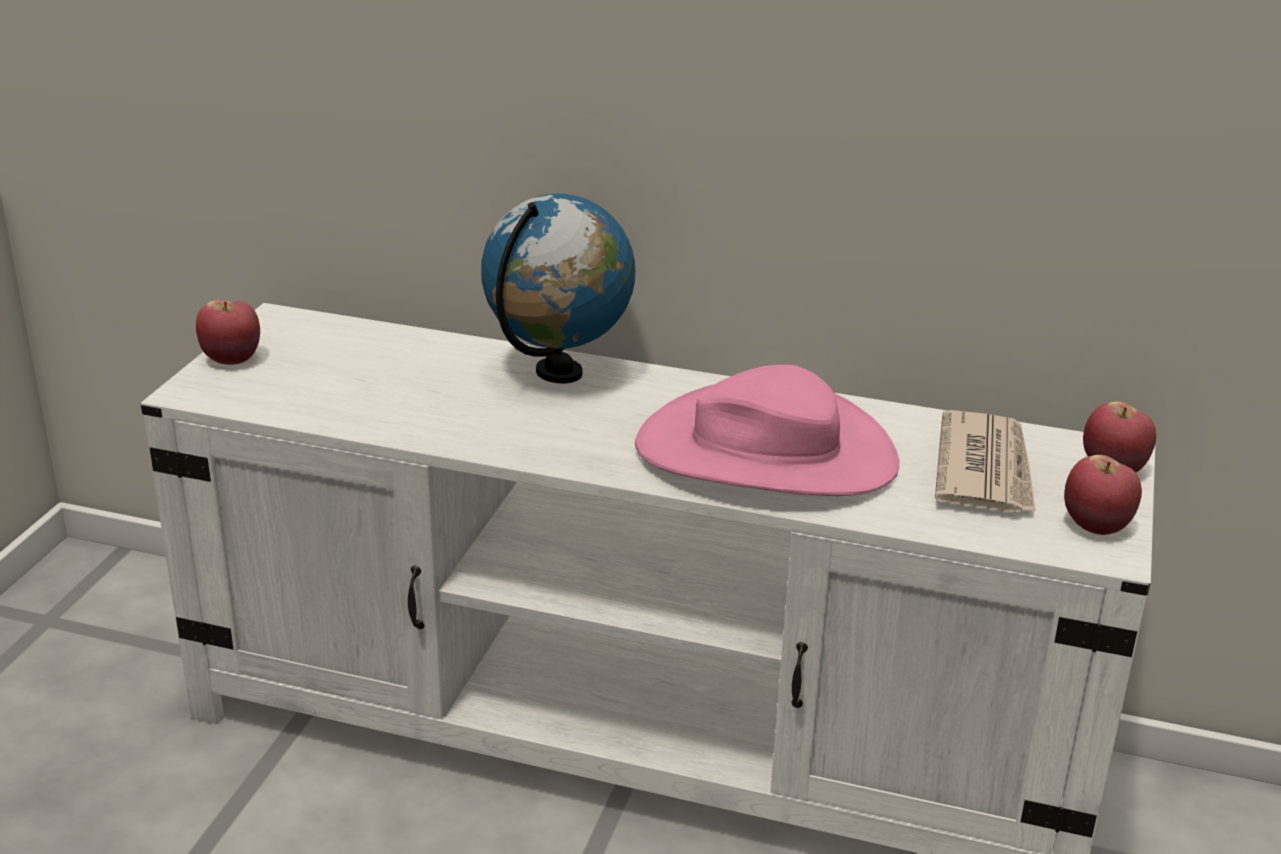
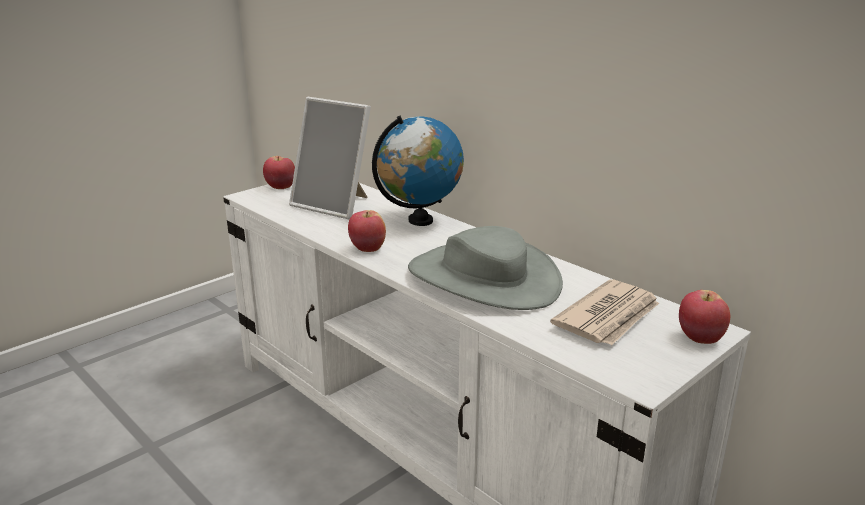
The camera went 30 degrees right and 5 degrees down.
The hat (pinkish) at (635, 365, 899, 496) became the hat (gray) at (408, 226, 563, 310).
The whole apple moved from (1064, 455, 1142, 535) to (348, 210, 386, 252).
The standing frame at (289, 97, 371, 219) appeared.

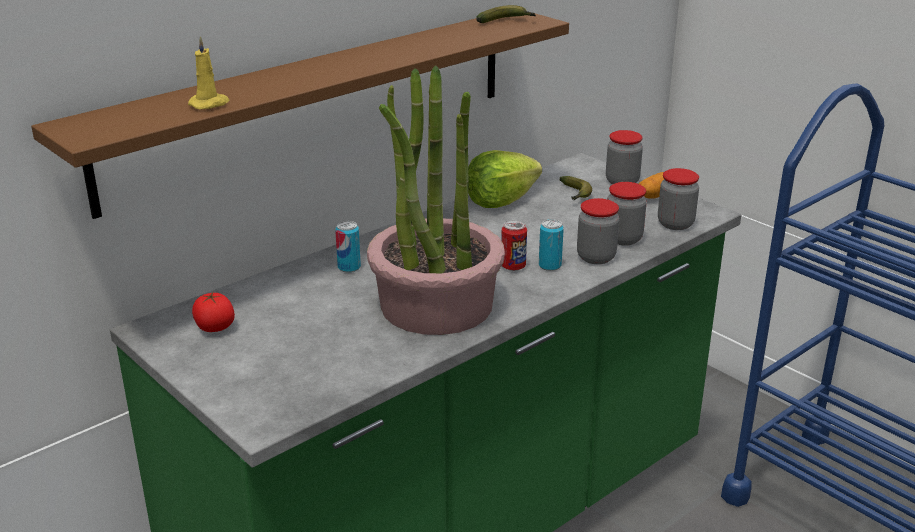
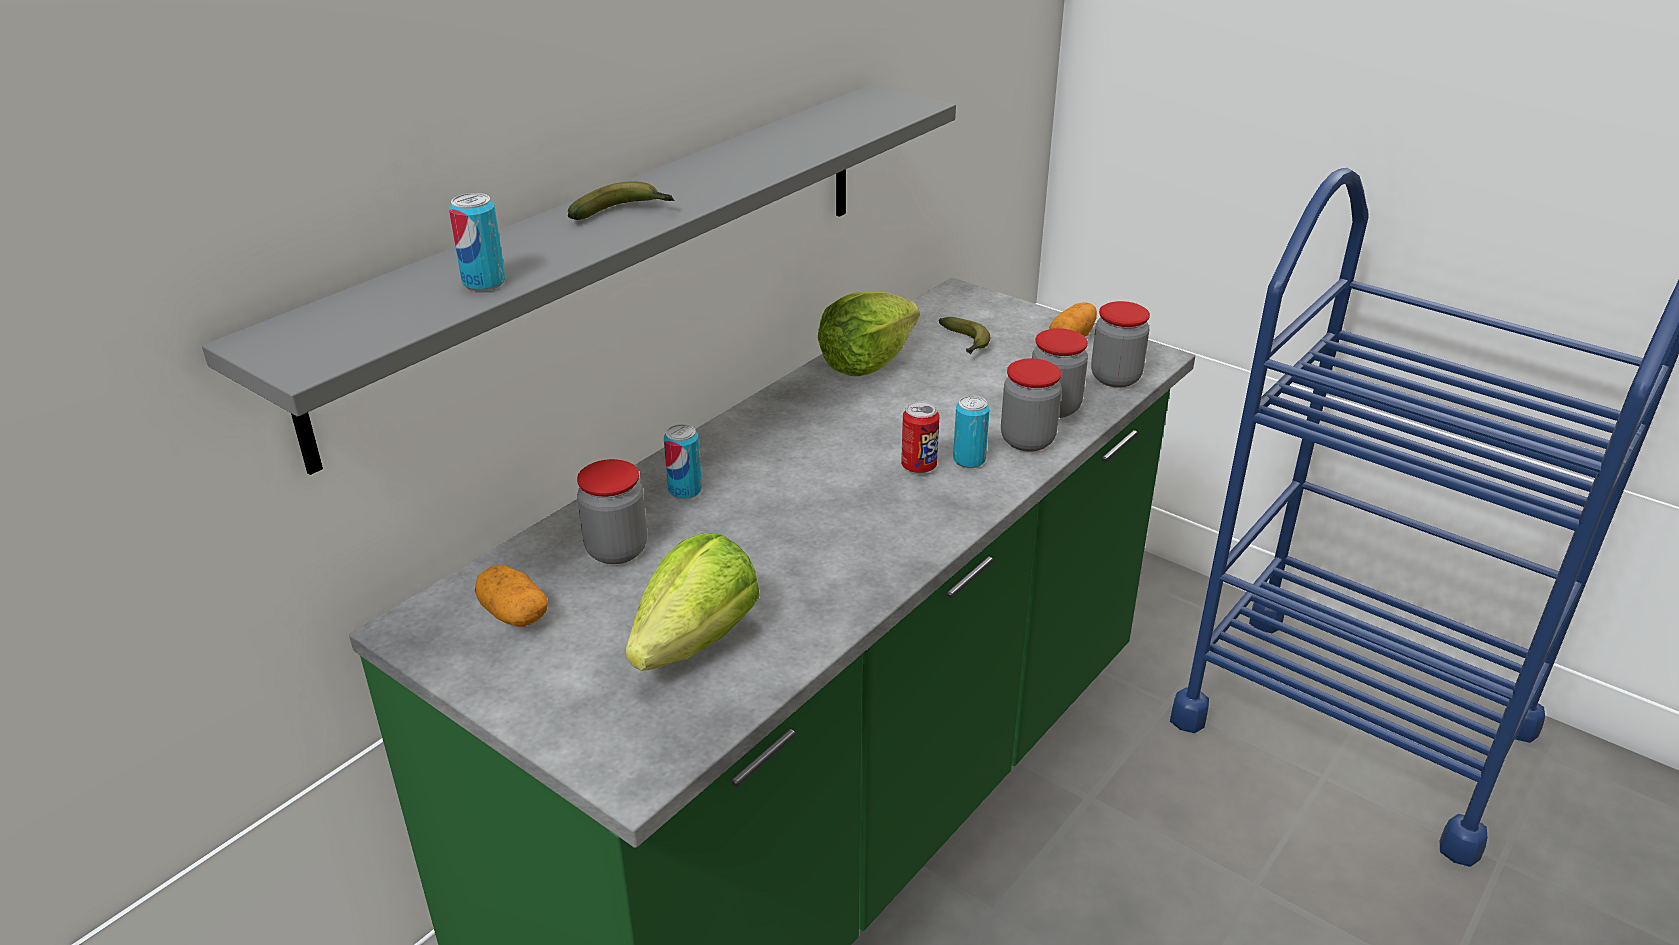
The camera went 10 degrees left and 5 degrees up.
The shelf (brownish) at (31, 14, 569, 219) became the shelf (gray) at (202, 84, 956, 475).
The wax light (yellow-coloured) at (188, 36, 229, 109) was replaced by the metal can at (449, 193, 506, 291).
The tomato at (192, 292, 235, 332) was replaced by the whole potato at (475, 565, 548, 627).
The plant in a pot at (367, 65, 505, 335) disappeared.
The banana moved from (476, 5, 536, 23) to (568, 181, 675, 220).
The jar moved from (606, 130, 643, 184) to (577, 459, 647, 564).
The head of lettuce at (626, 533, 760, 671) appeared.

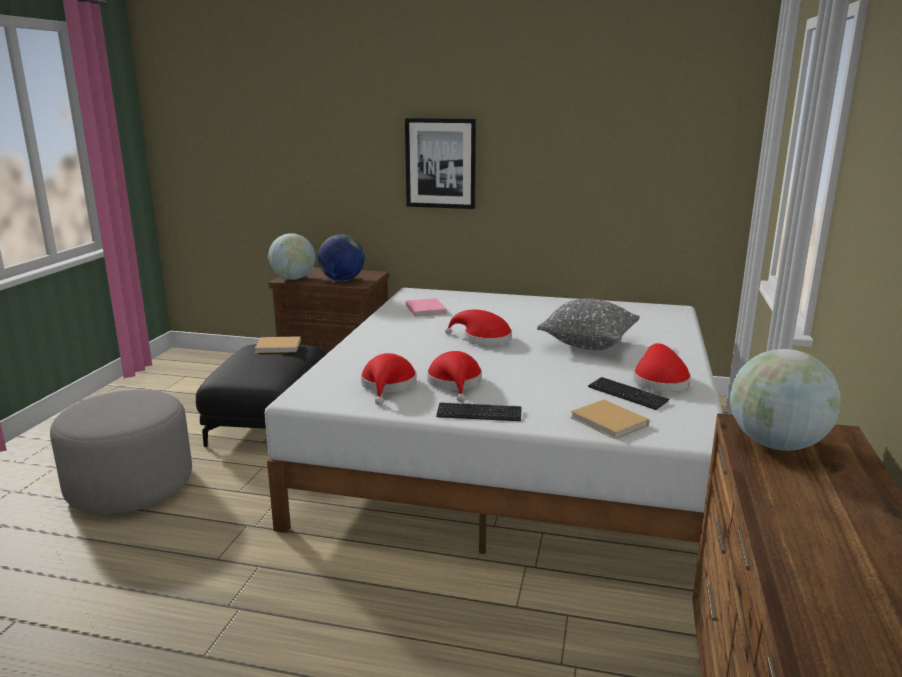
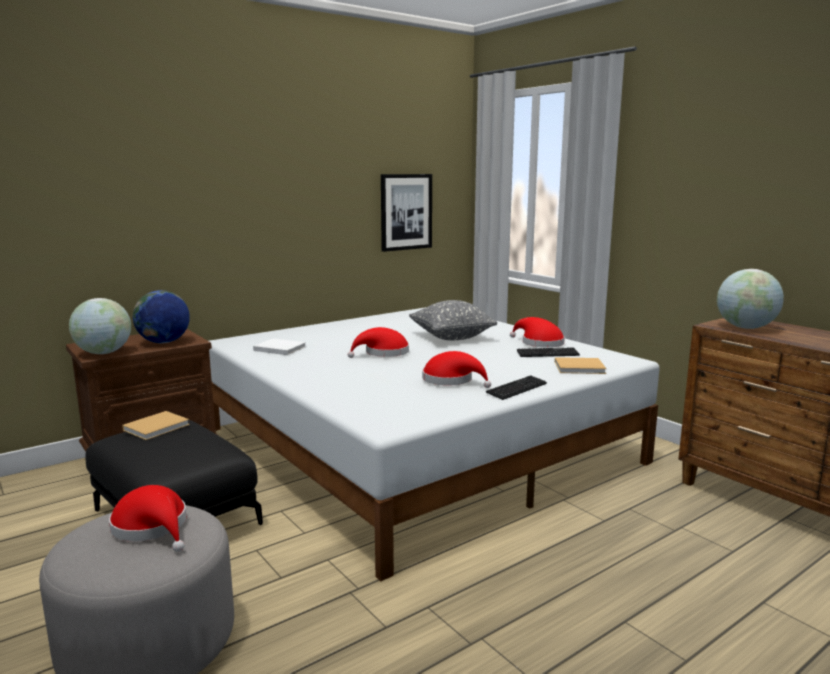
The camera went 50 degrees left and 5 degrees down.
The hat (reddish) moved from (361, 353, 416, 405) to (109, 485, 187, 552).
The picture moved from (405, 118, 476, 209) to (381, 174, 432, 252).
The volume (pinkish) at (406, 298, 447, 317) became the volume (white) at (253, 338, 306, 355).

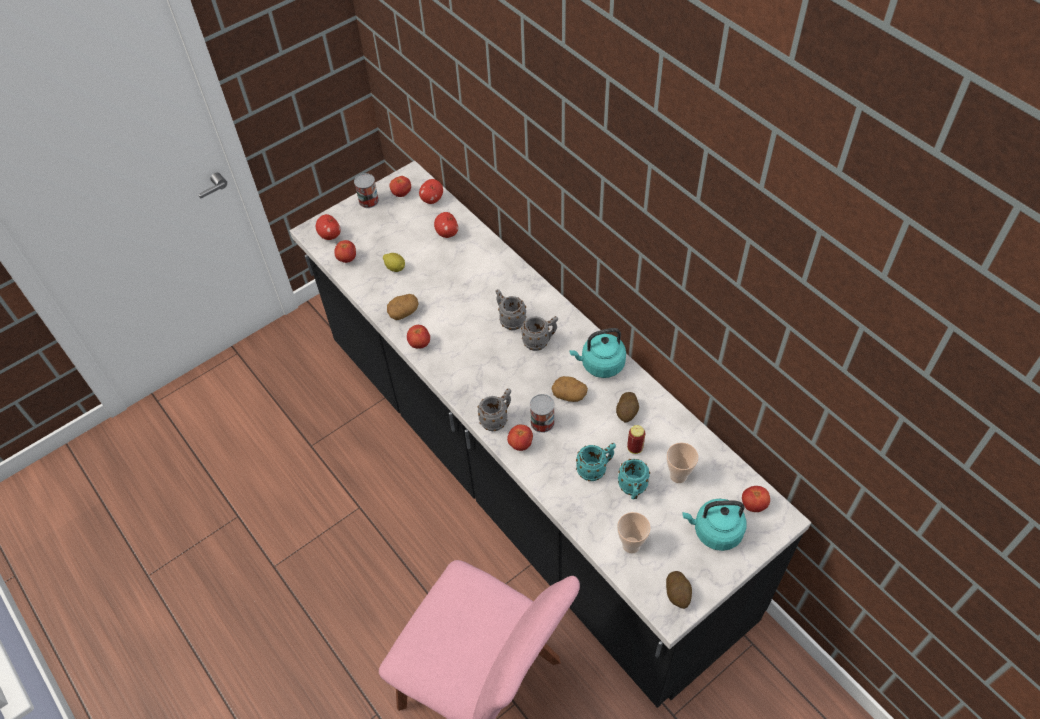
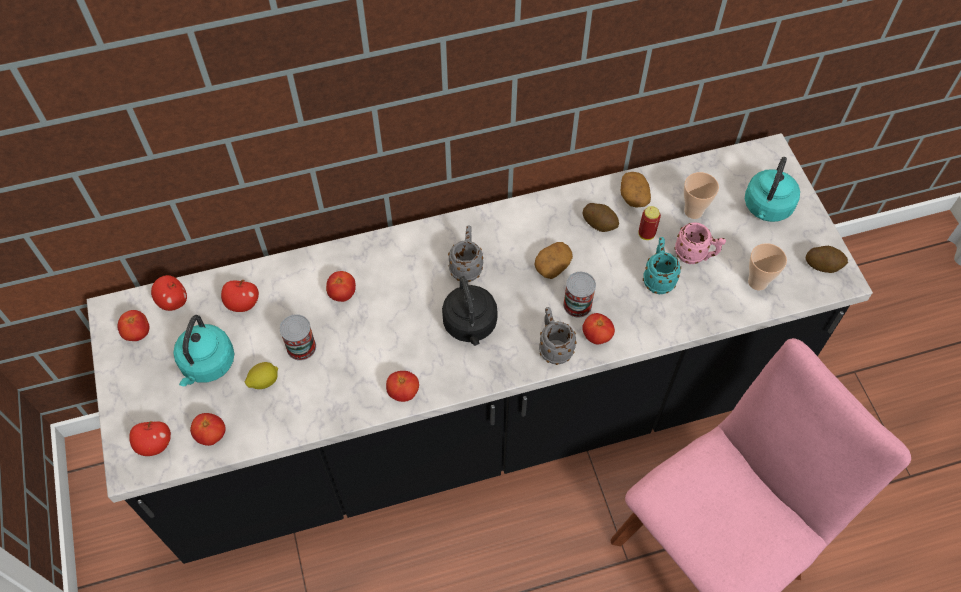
The camera went 70 degrees left and 5 degrees up.
The metal can moved from (354, 173, 379, 208) to (280, 314, 316, 361).
The whole potato moved from (387, 294, 419, 320) to (620, 172, 651, 208).
The mug (gray) at (495, 289, 526, 330) disappeared.
The water kettle (turquoise-coloured) moved from (569, 328, 626, 378) to (174, 315, 234, 386).
The mug (turquoise-coloured) at (618, 459, 650, 499) became the mug (pinkish) at (675, 222, 726, 264).
The tomato moved from (742, 486, 770, 512) to (326, 271, 356, 302).
The water kettle (black-coloured) at (442, 276, 498, 346) appeared.

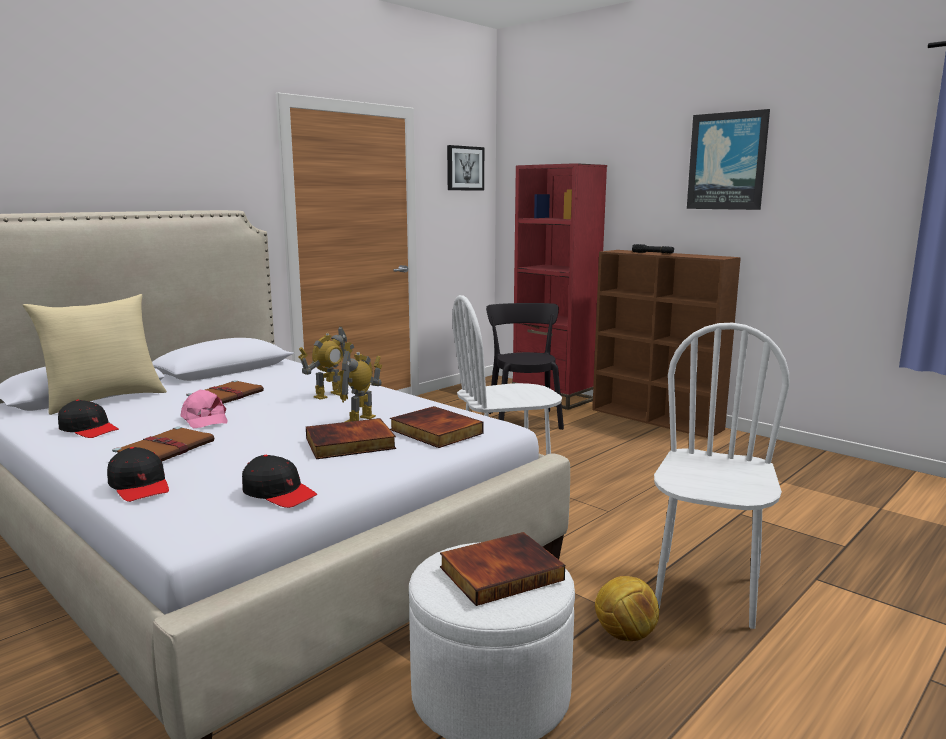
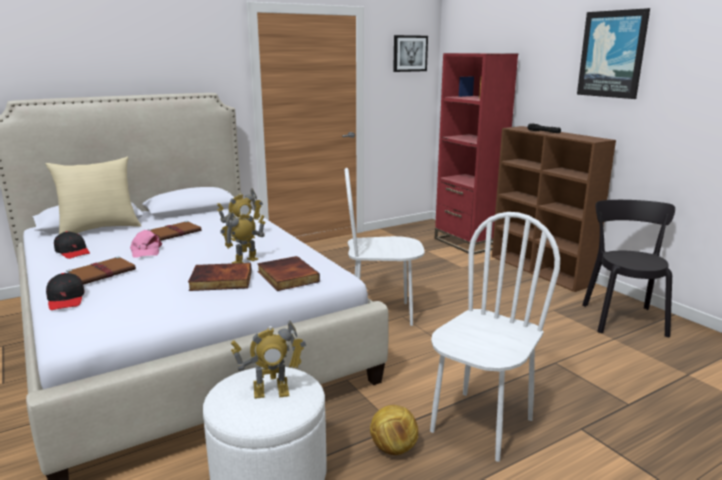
The camera went 15 degrees right and 5 degrees up.
The cap (black-coloured) at (242, 455, 317, 508) disappeared.
The volume at (440, 532, 565, 606) was replaced by the robot figure at (231, 321, 306, 399).
The chair (black-coloured) moved from (486, 303, 564, 430) to (582, 200, 675, 337).

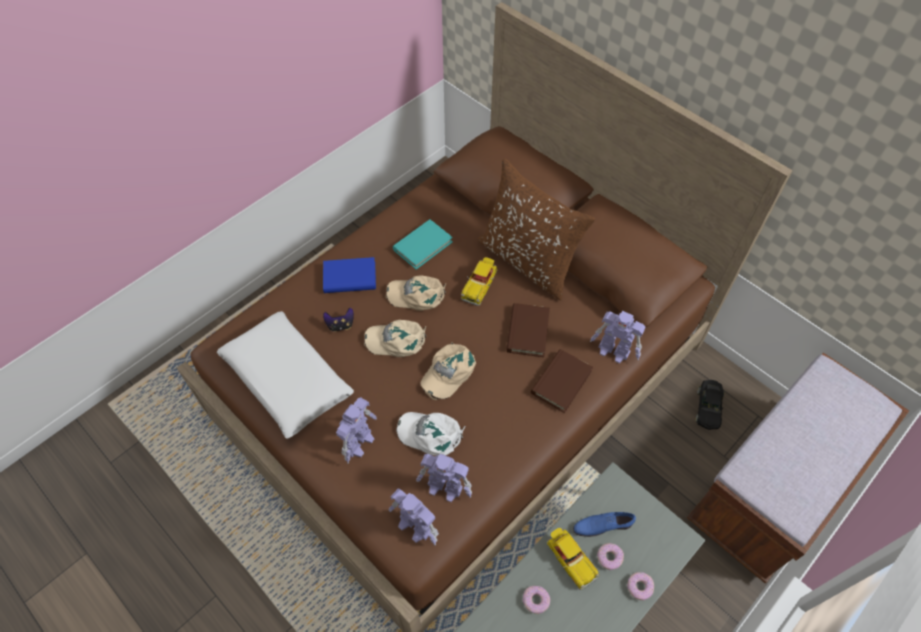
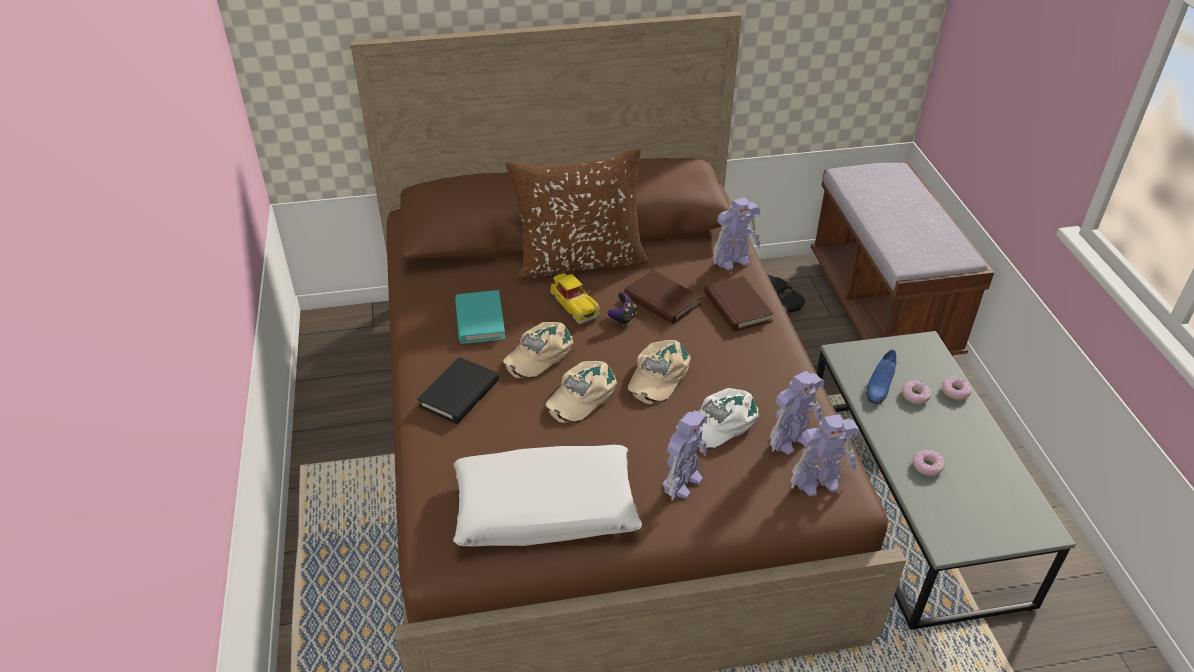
The camera went 55 degrees left and 15 degrees down.
The volume (blue-coloured) at (323, 257, 376, 293) became the volume (black-coloured) at (417, 357, 499, 424).
The gamepad moved from (323, 308, 354, 332) to (607, 292, 637, 326).
The robot figure at (336, 397, 377, 464) turned 60 degrees clockwise.
The cap (beige) at (421, 342, 476, 400) turned 45 degrees clockwise.
The model car at (547, 528, 599, 590) disappeared.

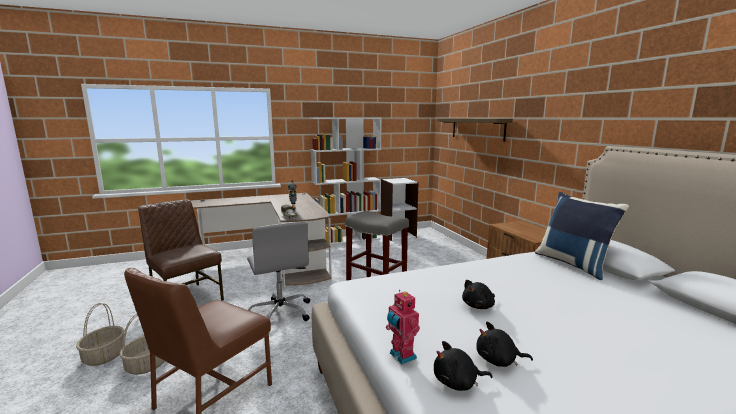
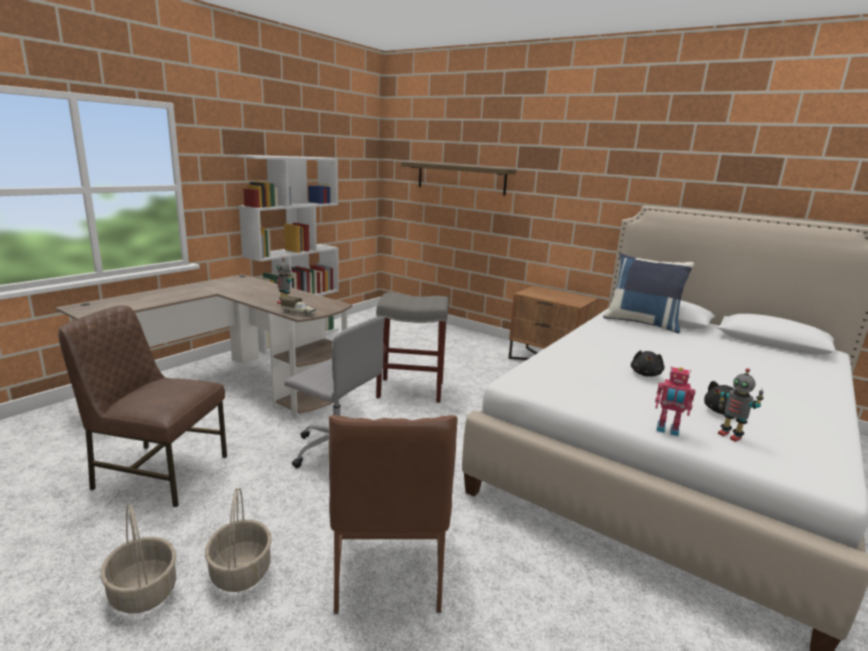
The camera went 35 degrees left and 5 degrees up.
The bookcase (white) at (380, 178, 418, 241) disappeared.
The cuddly toy (black-coloured) at (434, 341, 493, 391) was replaced by the robot figure at (718, 368, 764, 442).

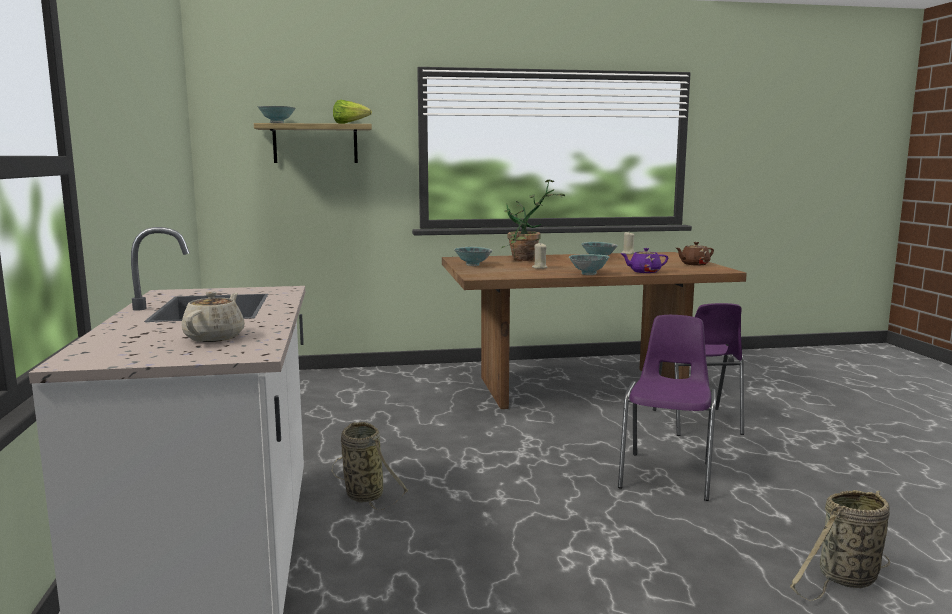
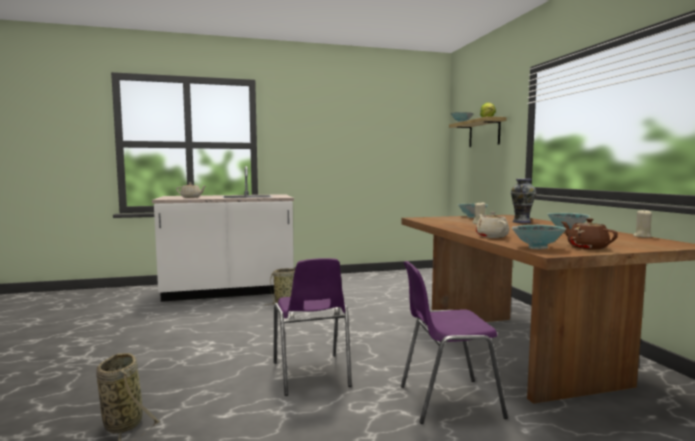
The camera went 85 degrees right and 5 degrees down.
The plant in a pot at (501, 180, 565, 261) was replaced by the flower vase at (511, 179, 537, 223).
The serving bowl moved from (569, 254, 609, 275) to (512, 225, 566, 249).
The chair (purple-coloured) at (618, 315, 716, 501) turned 60 degrees clockwise.
The tea pot (purple-coloured) at (620, 248, 668, 273) became the tea pot (beige) at (476, 212, 509, 238).

